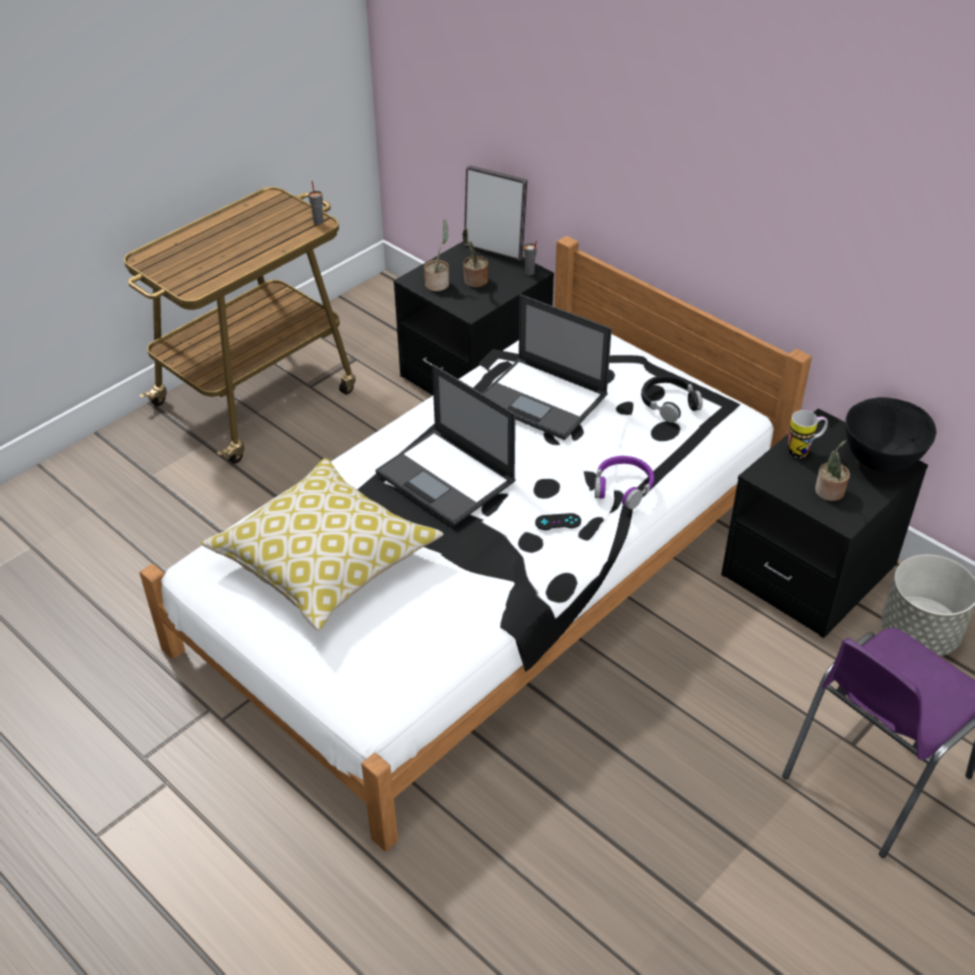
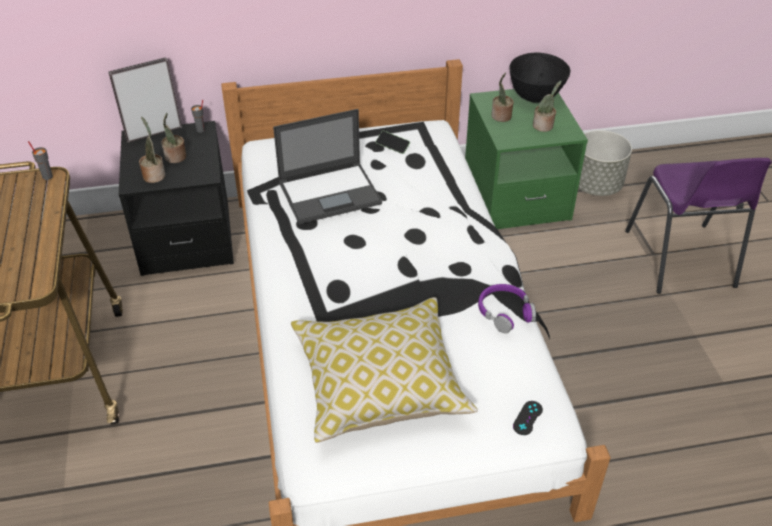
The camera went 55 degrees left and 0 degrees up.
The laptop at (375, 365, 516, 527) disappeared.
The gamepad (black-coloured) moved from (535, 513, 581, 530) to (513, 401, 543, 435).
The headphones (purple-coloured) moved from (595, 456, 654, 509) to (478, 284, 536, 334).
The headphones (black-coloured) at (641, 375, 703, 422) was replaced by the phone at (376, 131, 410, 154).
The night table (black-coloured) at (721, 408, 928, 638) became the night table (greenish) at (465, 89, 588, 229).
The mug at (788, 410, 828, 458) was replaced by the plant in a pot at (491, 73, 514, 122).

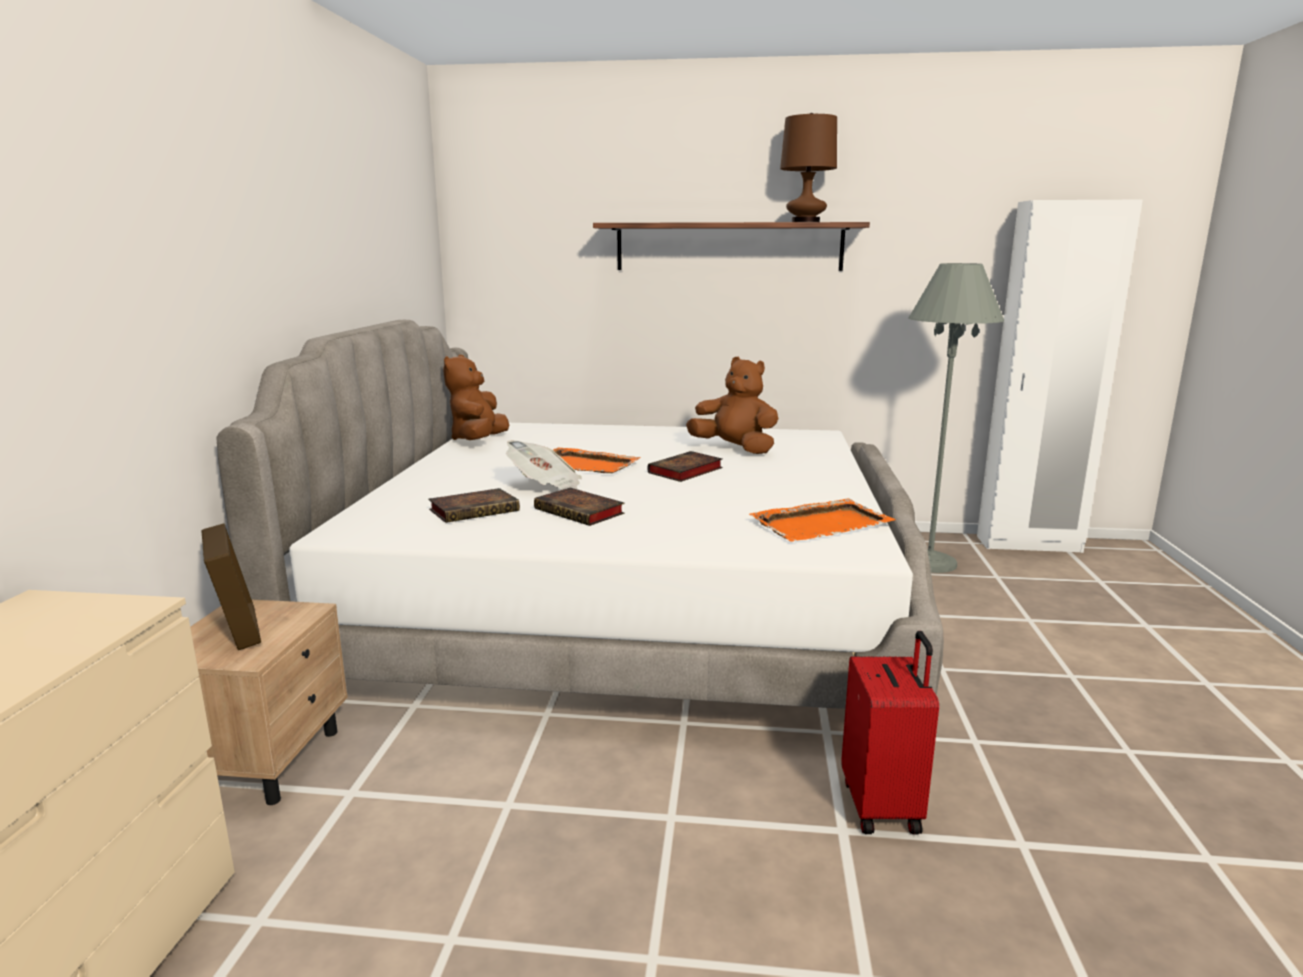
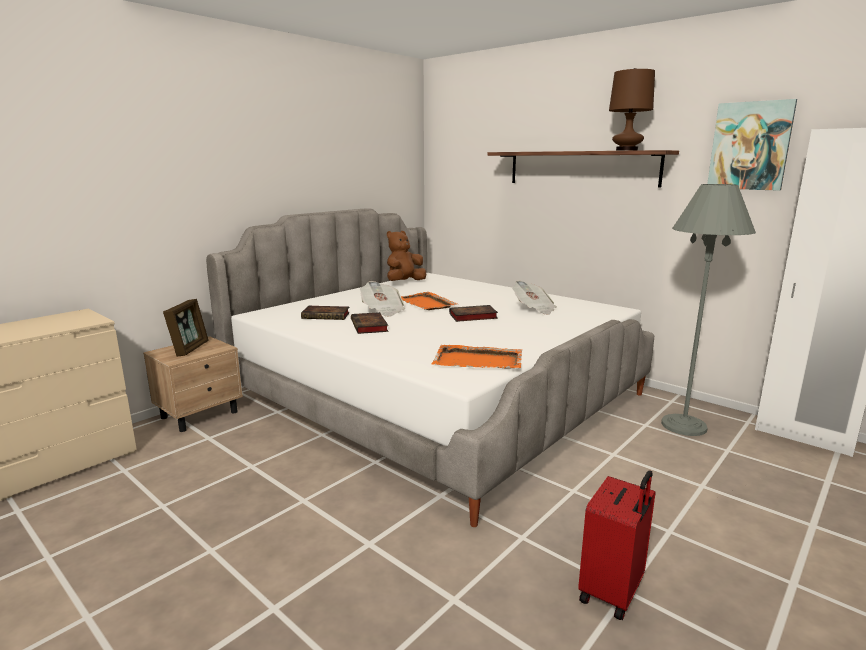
The camera went 35 degrees right and 0 degrees up.
The cuddly toy (brownish) at (686, 357, 779, 454) was replaced by the daily paper at (512, 280, 557, 315).
The suitcase (reddish) moved from (841, 631, 939, 834) to (578, 470, 656, 620).
The picture at (707, 99, 797, 191) appeared.

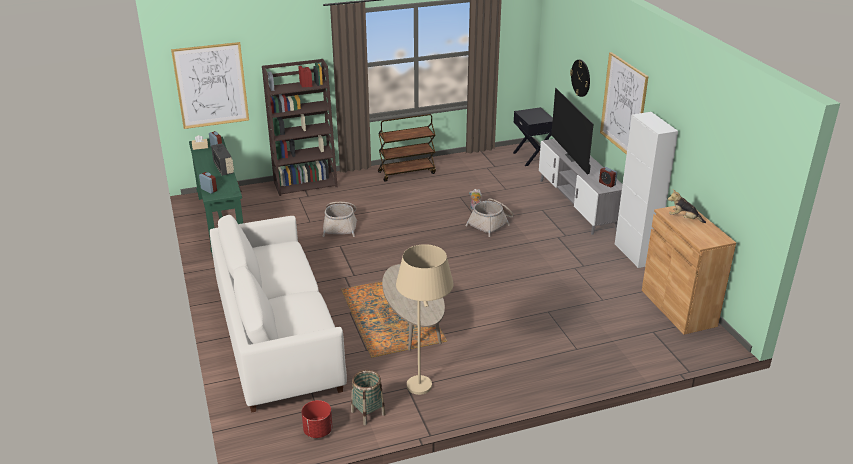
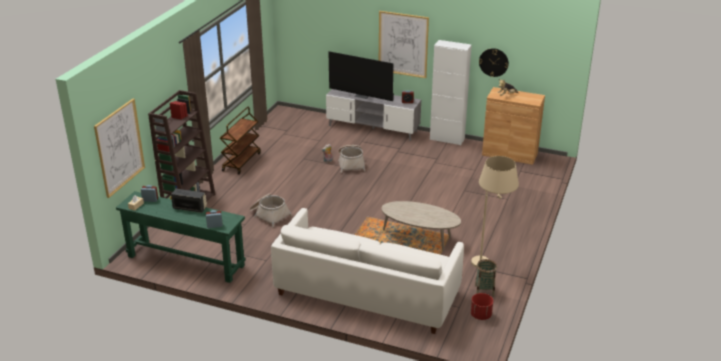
The camera went 50 degrees left and 0 degrees up.
The night table (black-coloured) at (513, 107, 553, 166) disappeared.
The hanging clock moved from (570, 59, 590, 97) to (479, 48, 509, 77).

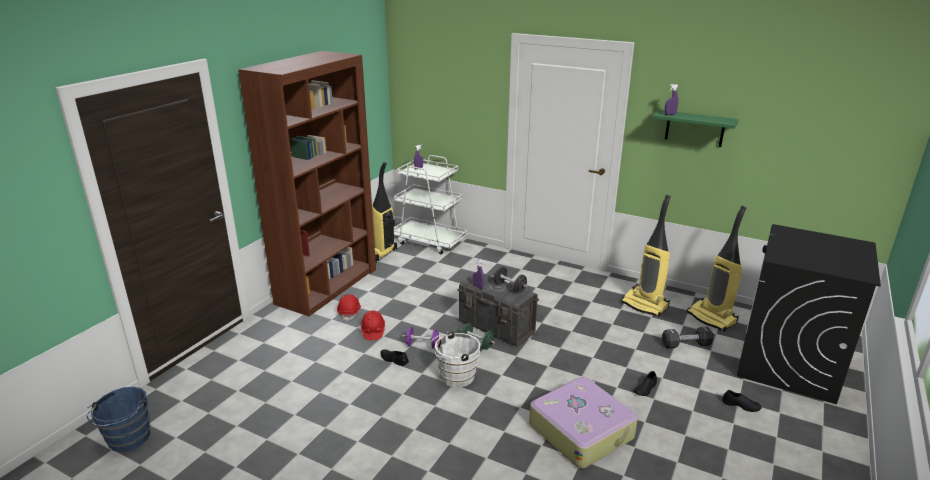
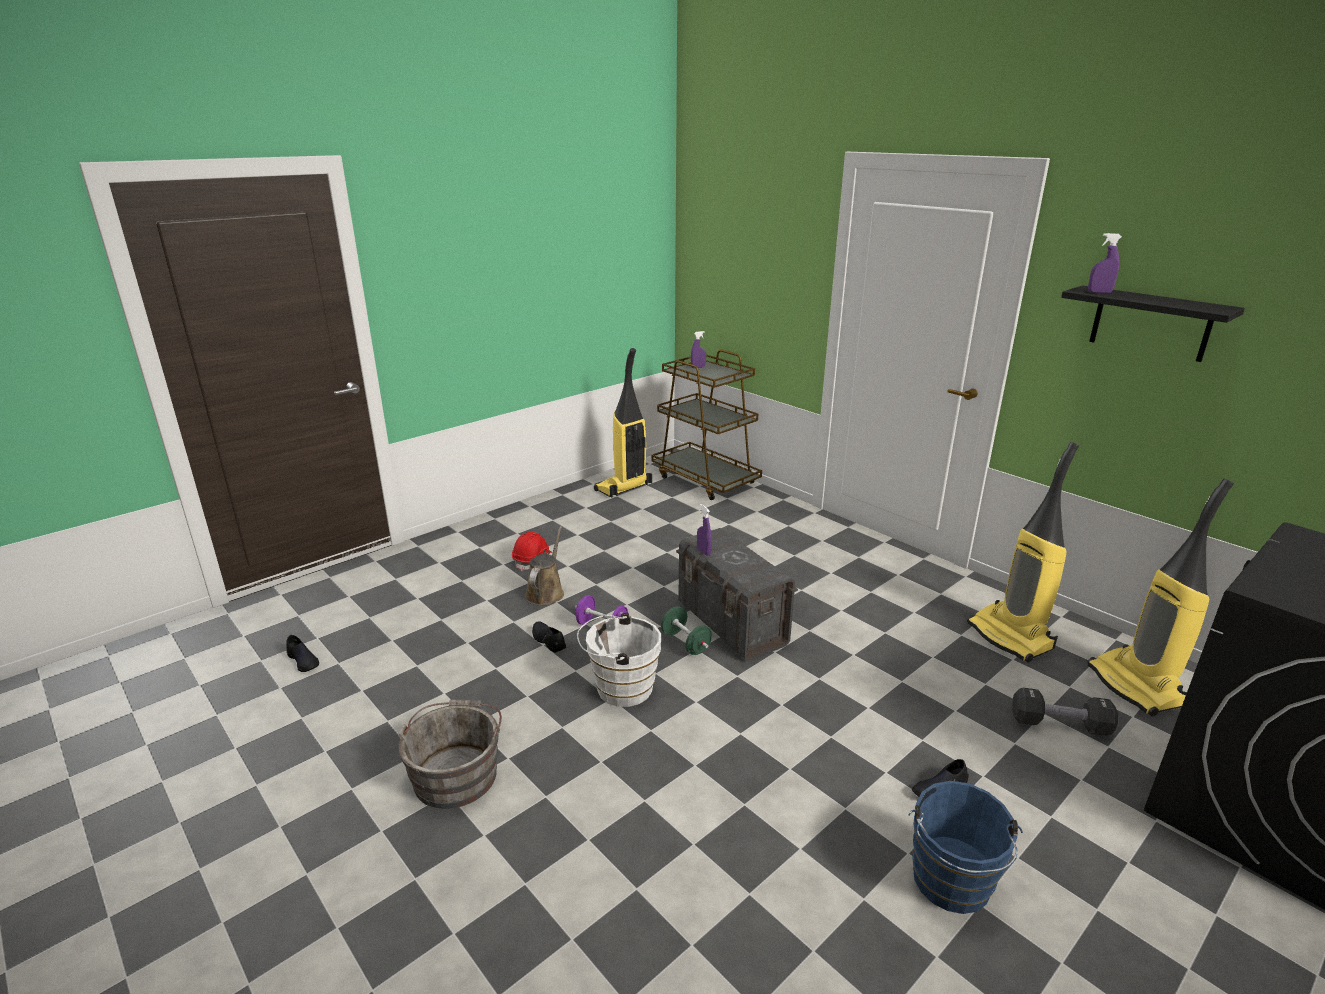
The camera went 20 degrees right and 0 degrees up.
The water bucket (blue-coloured) moved from (87, 387, 150, 452) to (908, 781, 1023, 914).
The bookcase (brownish) at (238, 51, 376, 316) disappeared.
The work helmet (reddish) at (361, 311, 385, 340) was replaced by the watering can (brownish) at (525, 526, 564, 606).
The cart (white) at (394, 155, 468, 254) became the cart (brownish) at (651, 350, 762, 500).
The hand weight (black-coloured) at (494, 267, 527, 293) disappeared.
The suitcase at (529, 377, 638, 468) disappeared.
The shelf (greenish) at (652, 110, 739, 147) became the shelf (black-coloured) at (1061, 285, 1245, 362).
The shoe (black-coloured) moved from (722, 390, 762, 412) to (286, 635, 319, 672).
The water bucket (gray) at (399, 699, 502, 809) appeared.

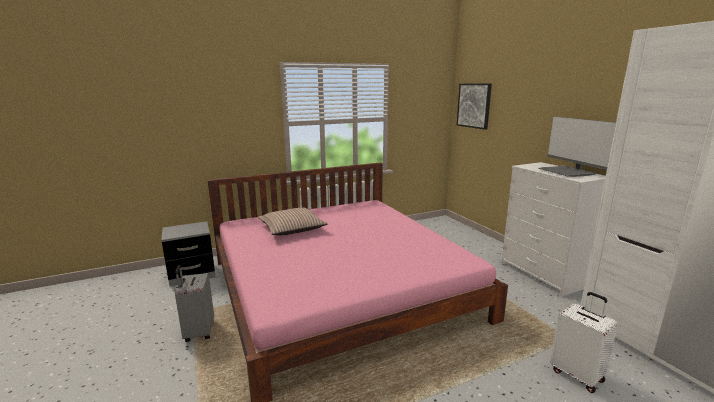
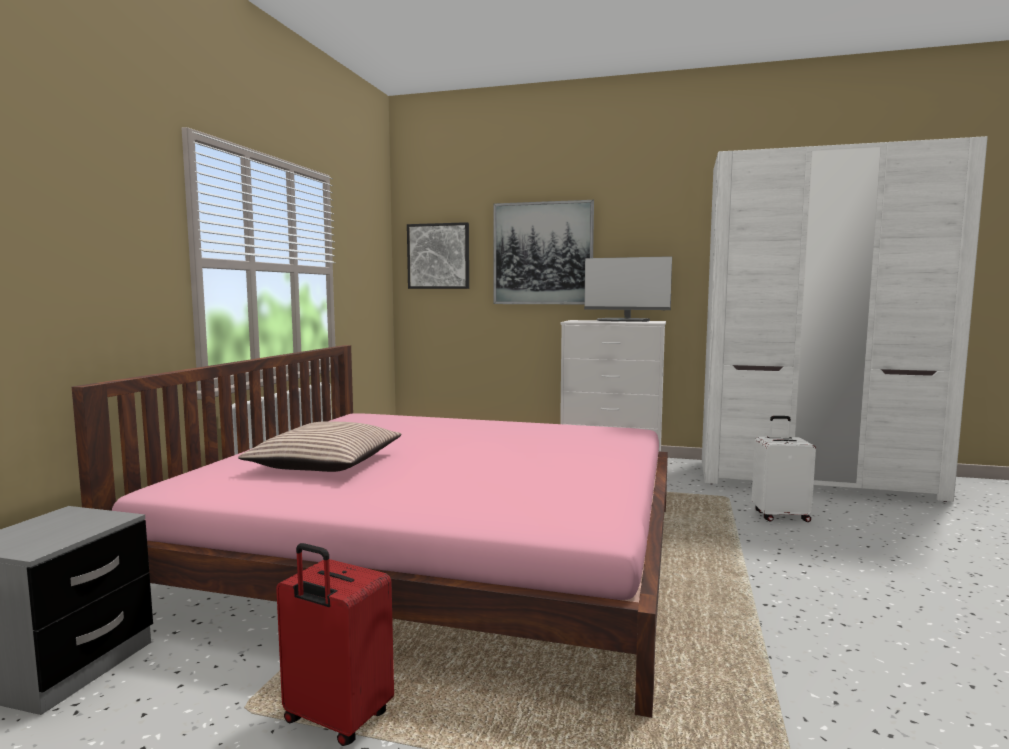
The camera went 50 degrees left and 10 degrees down.
The suitcase (gray) at (175, 265, 214, 342) became the suitcase (reddish) at (276, 543, 394, 746).
The picture at (493, 200, 594, 304) appeared.

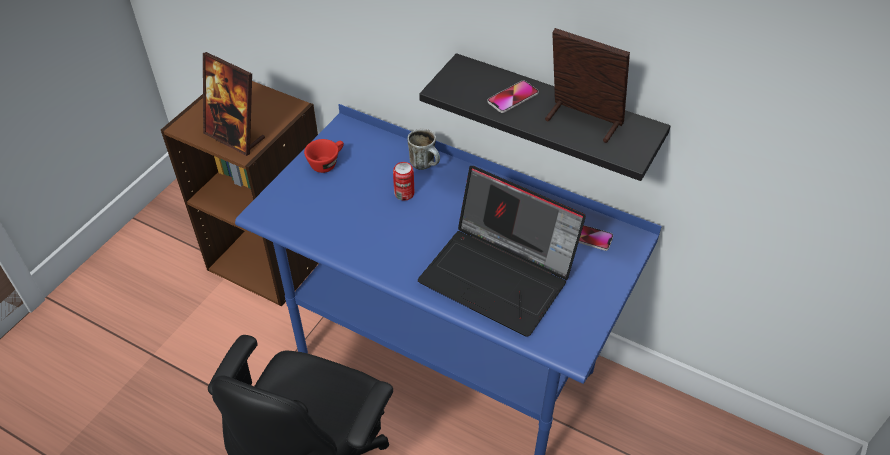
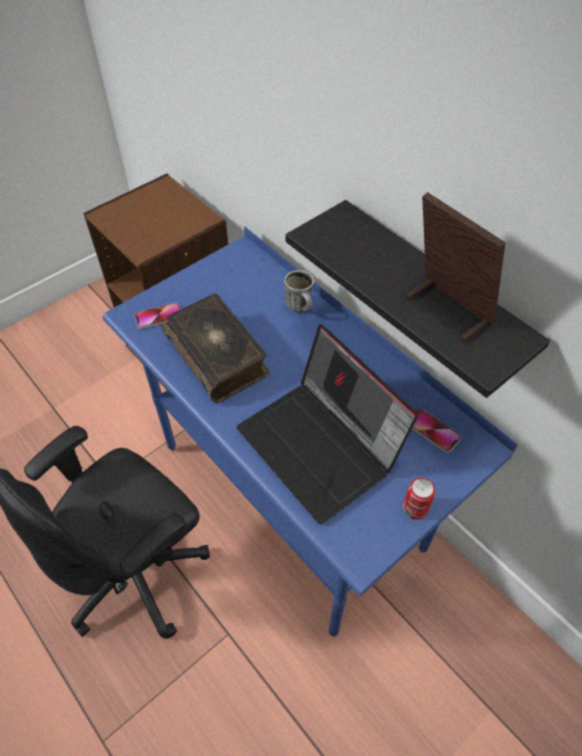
The camera went 20 degrees right and 5 degrees up.
The standing frame at (203, 52, 265, 156) disappeared.
The cup (reddish) at (304, 139, 344, 173) disappeared.
The metal can moved from (393, 162, 414, 201) to (403, 478, 435, 520).
The phone moved from (487, 81, 539, 113) to (134, 303, 181, 329).
The volume at (162, 293, 269, 403) appeared.

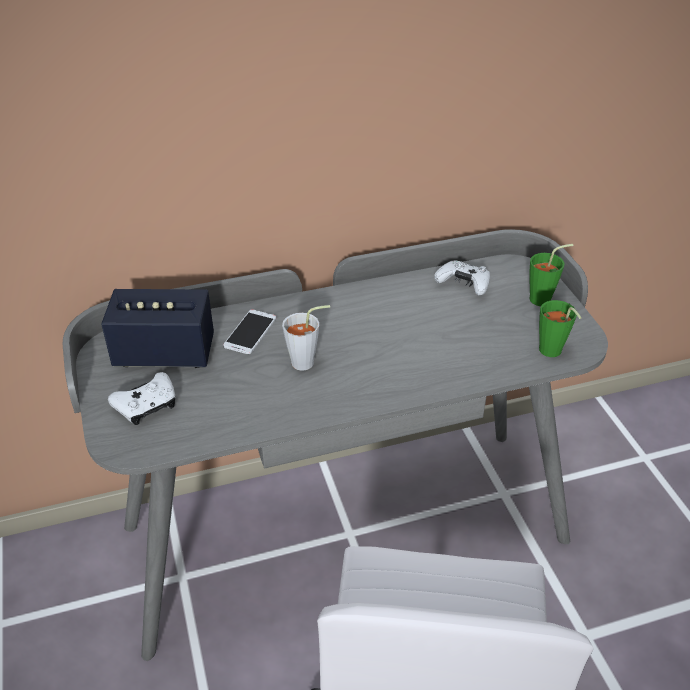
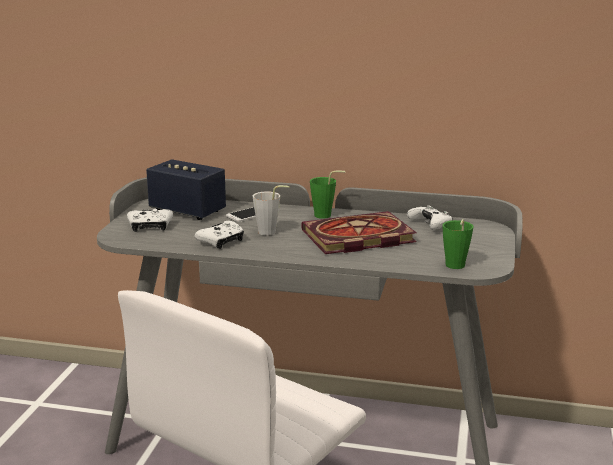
The camera went 30 degrees right and 20 degrees down.
The cup (greenish) moved from (530, 244, 574, 306) to (310, 170, 346, 219).
The gamepad (white) at (194, 221, 244, 249) appeared.
The volume at (301, 211, 417, 254) appeared.

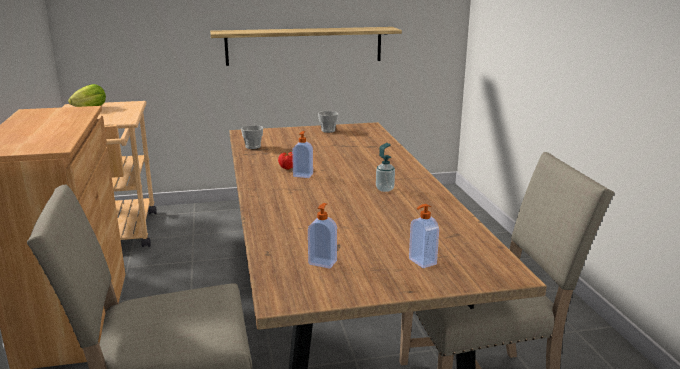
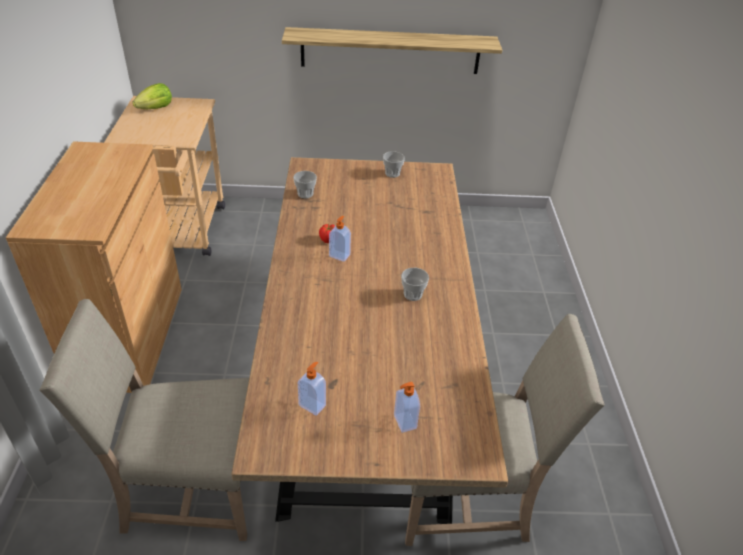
The camera went 10 degrees right and 20 degrees up.
The soap bottle at (376, 143, 395, 192) was replaced by the cup at (401, 268, 429, 301).

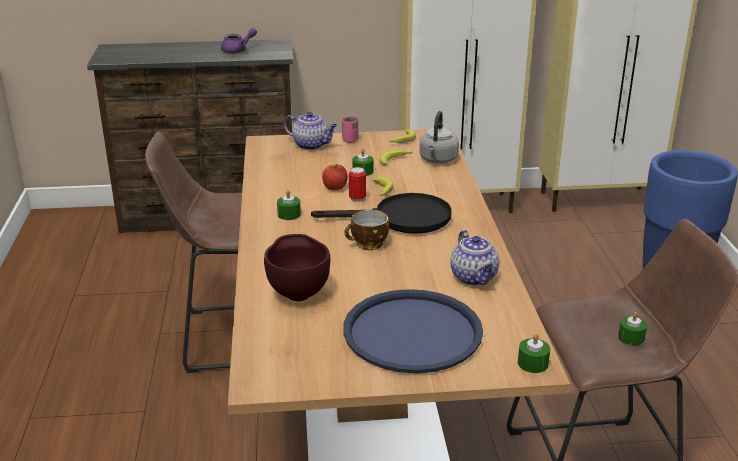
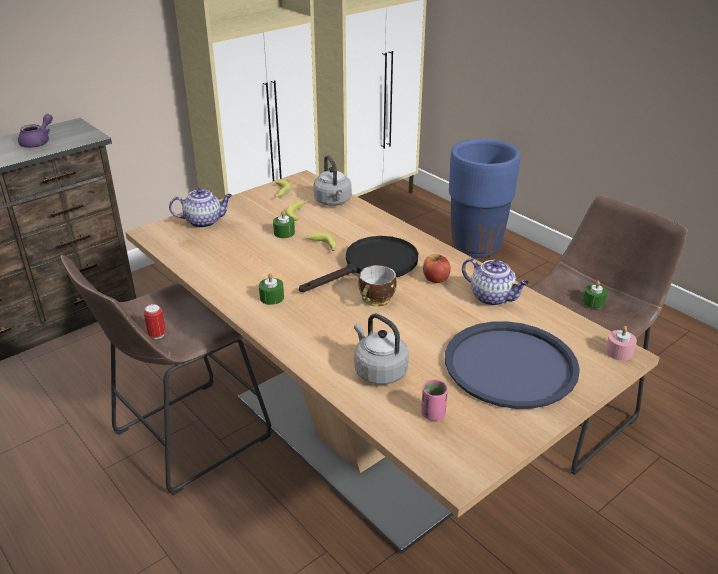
The camera went 35 degrees left and 5 degrees up.
The serving bowl (brownish) at (264, 234, 330, 301) was replaced by the water kettle (gray) at (354, 313, 409, 385).
The whole apple moved from (322, 164, 348, 191) to (423, 254, 451, 283).
The cup (pinkish) moved from (342, 116, 358, 143) to (421, 379, 448, 421).
The metal can moved from (349, 167, 366, 202) to (144, 304, 166, 339).
The wax light (greenish) at (518, 333, 550, 373) became the wax light (pinkish) at (605, 326, 637, 361).

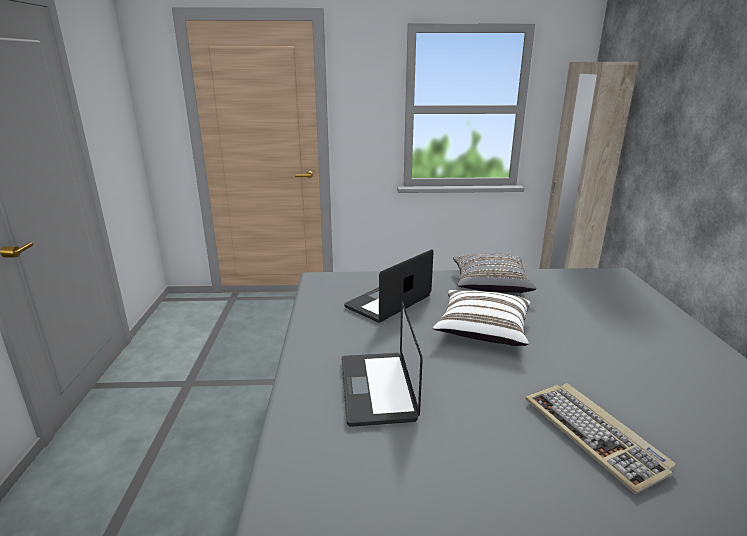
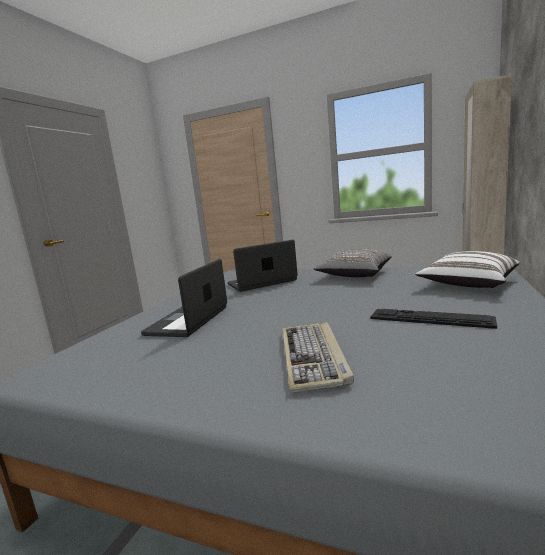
The camera went 25 degrees right and 10 degrees down.
The cushion (white) moved from (433, 290, 531, 346) to (415, 251, 520, 288).
The keyboard at (370, 309, 497, 329) appeared.

